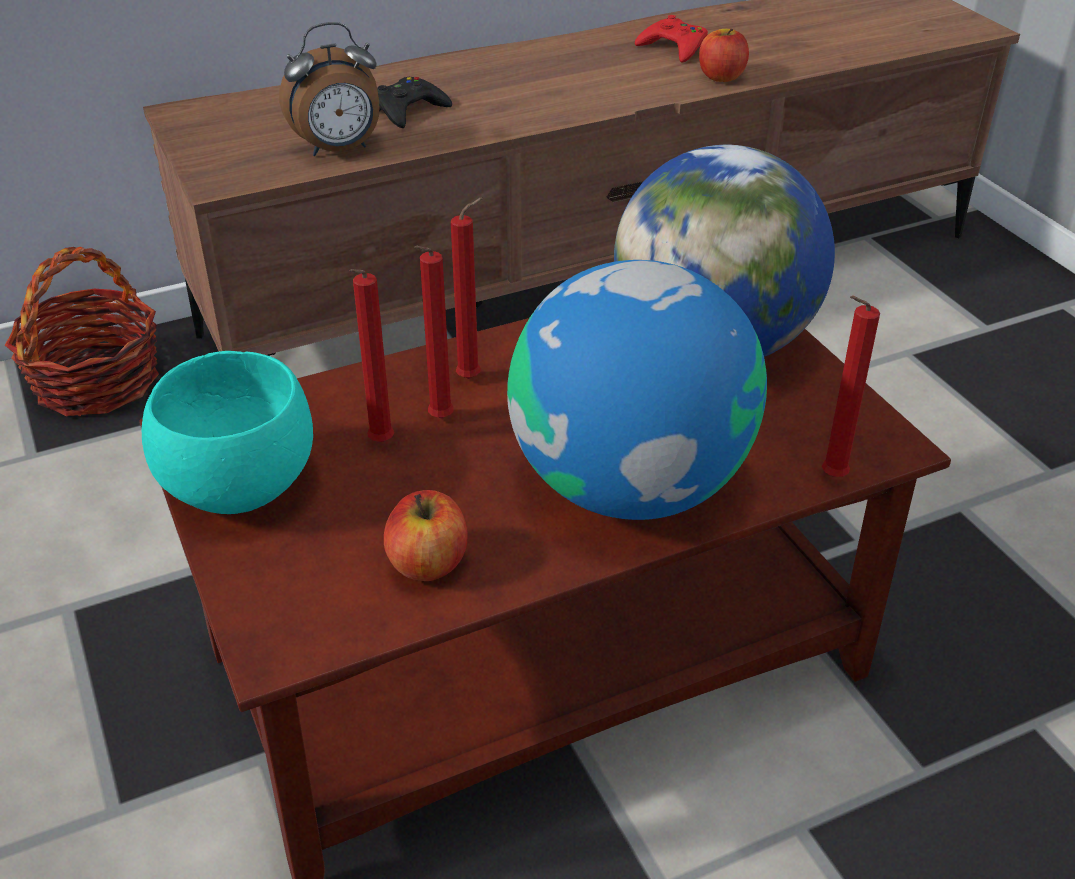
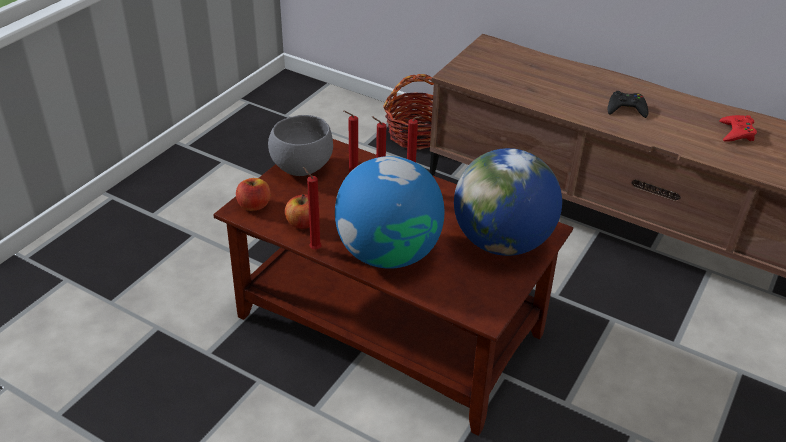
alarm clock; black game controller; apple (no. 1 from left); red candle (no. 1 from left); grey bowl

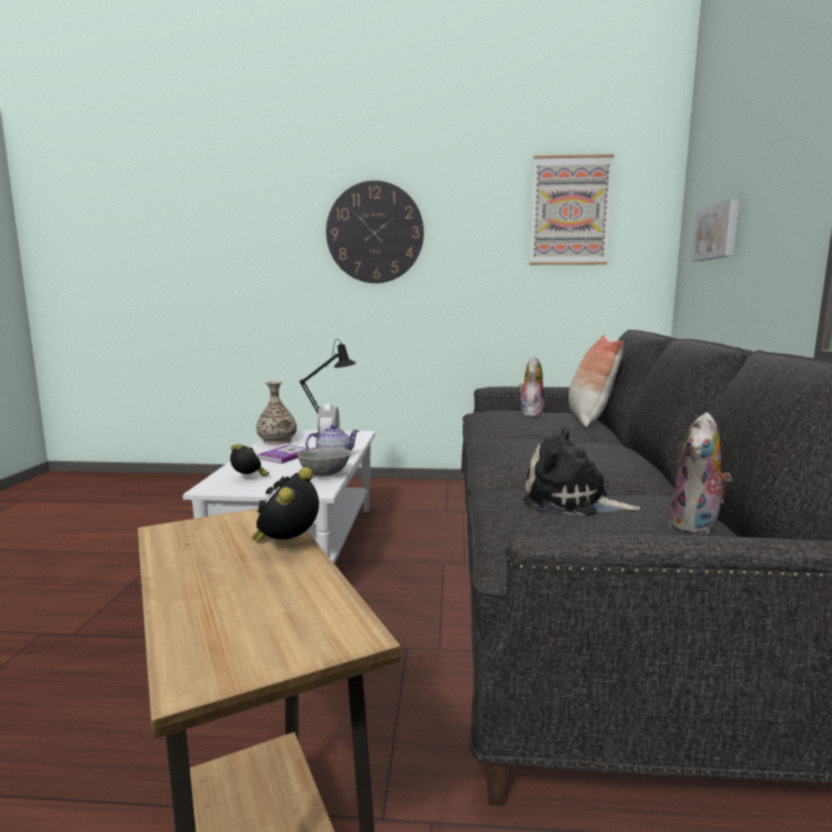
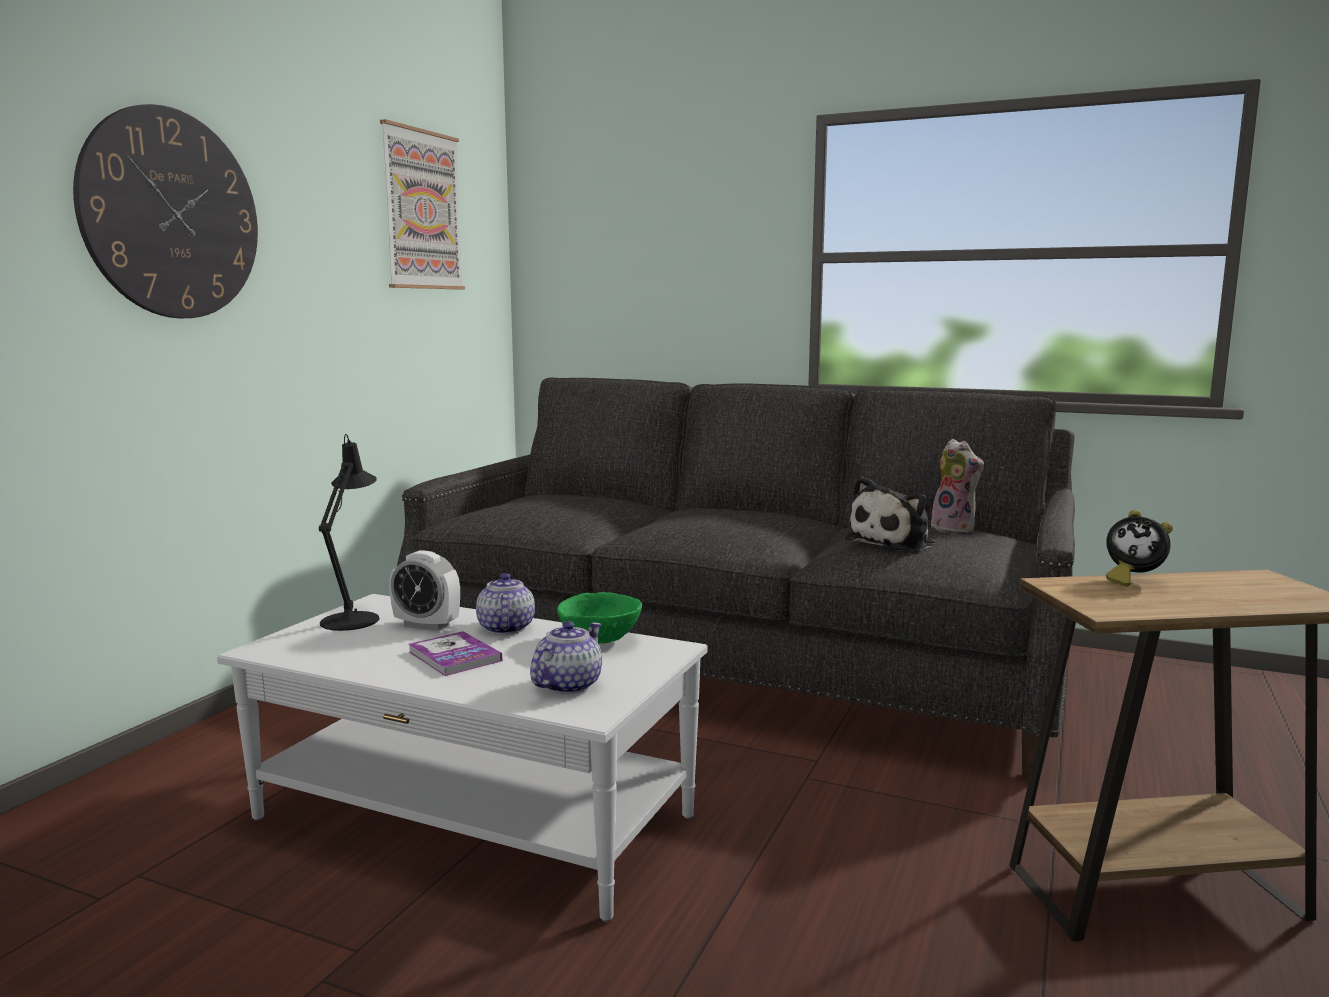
vase; plush toy (no. 1 from left in the first image); pillow; picture (no. 2 from left in the first image); teapot (no. 2 from left); green bowl

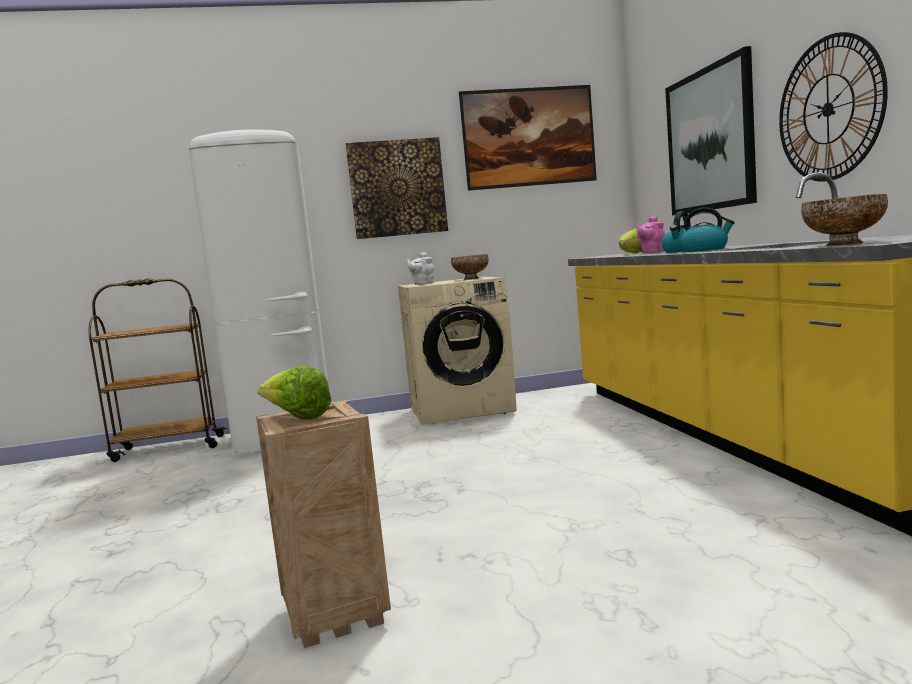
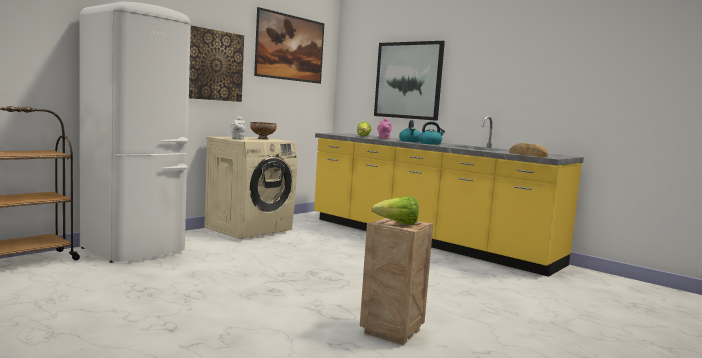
wall clock; bread

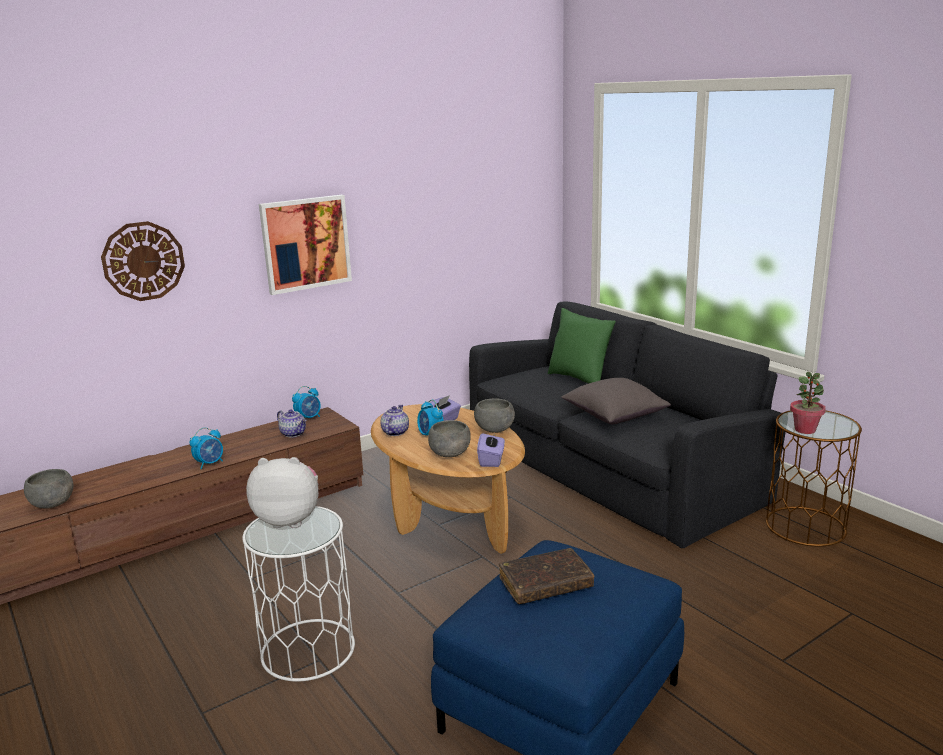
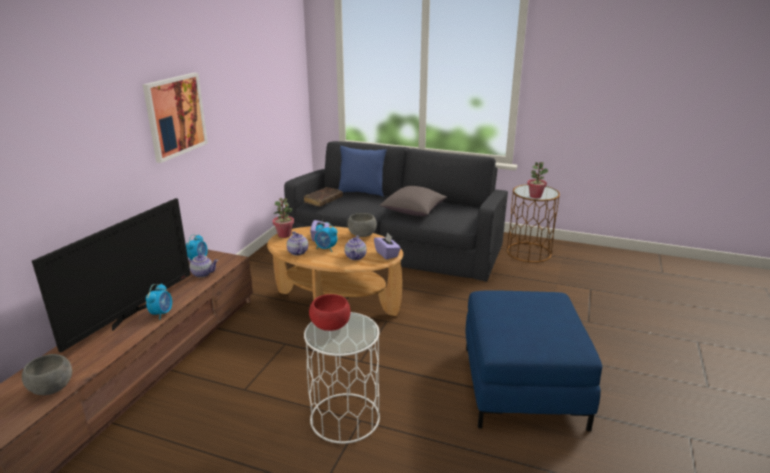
wall clock; television; potted plant (no. 1 from left); brown book; red bowl; teapot (no. 3 from left); blue pillow

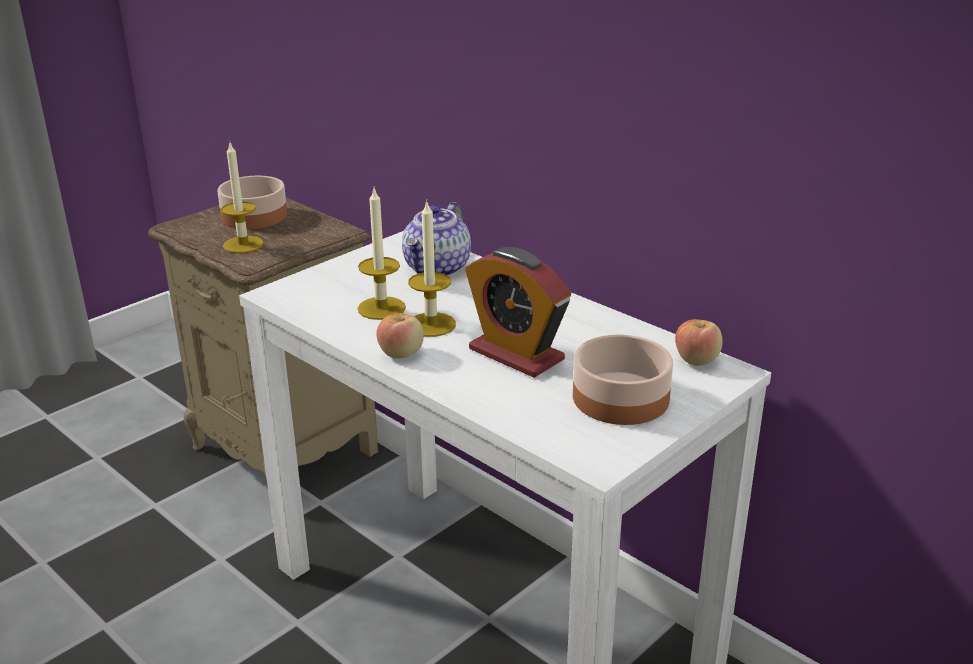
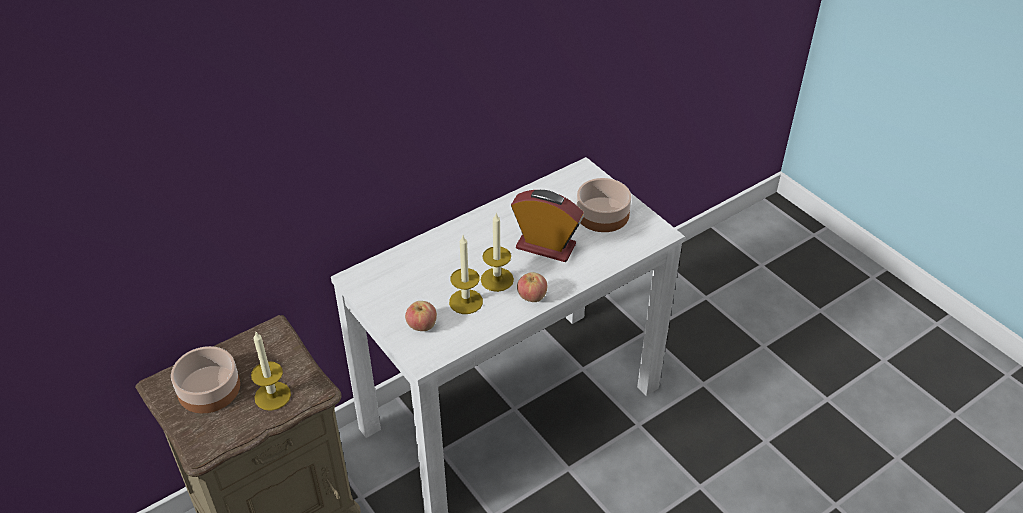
teapot; apple (no. 1 from left); alarm clock

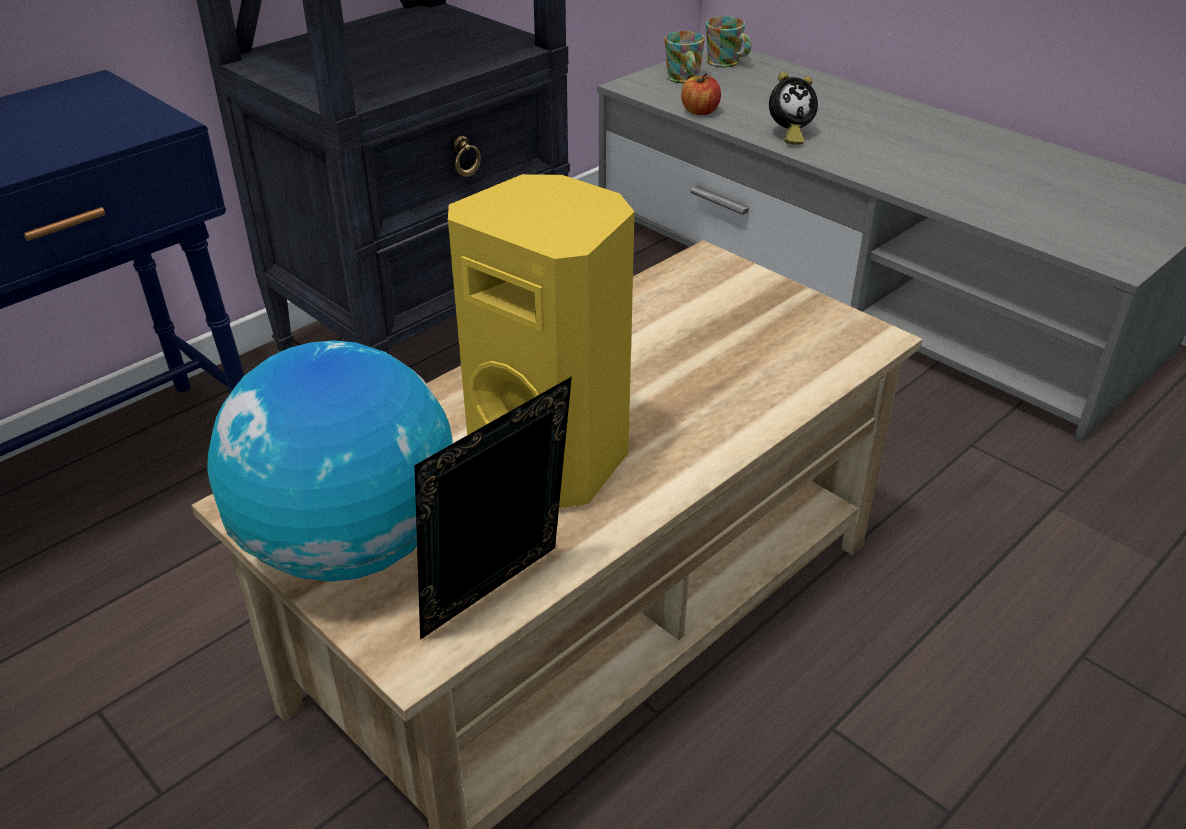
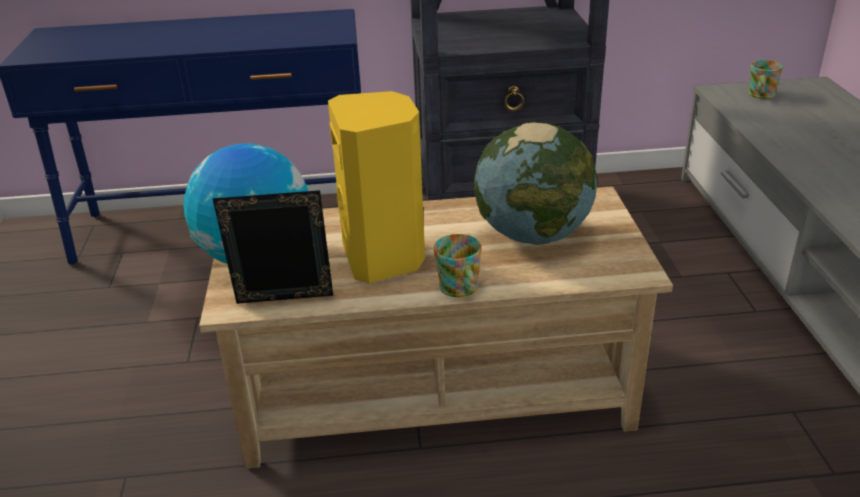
apple; alarm clock; globe (no. 2 from left); mug (no. 1 from left)

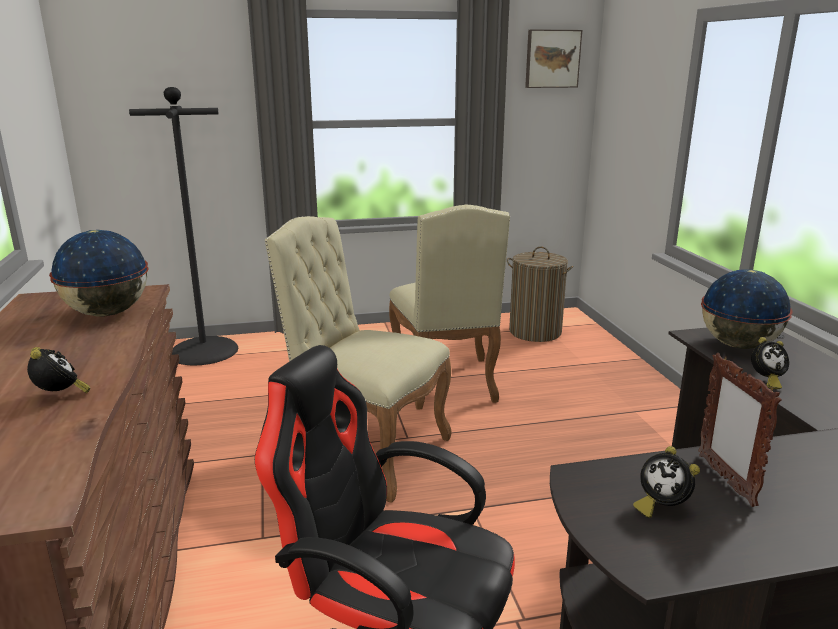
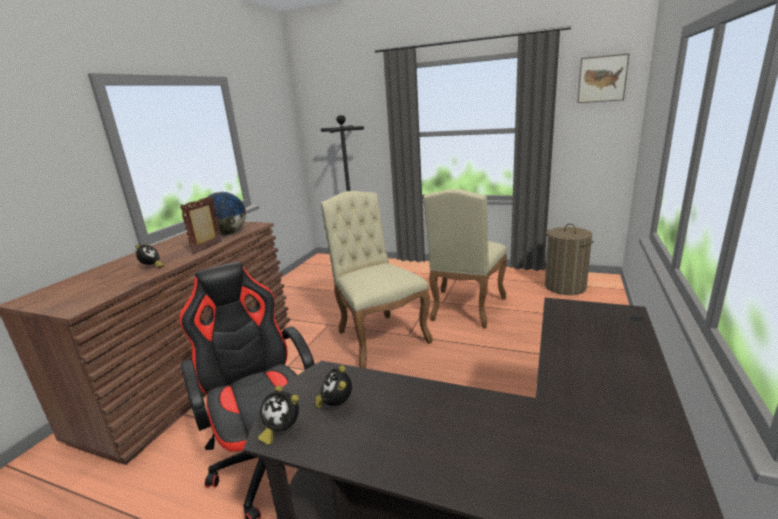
globe (no. 2 from left in the first image); picture frame; alarm clock (no. 2 from left)

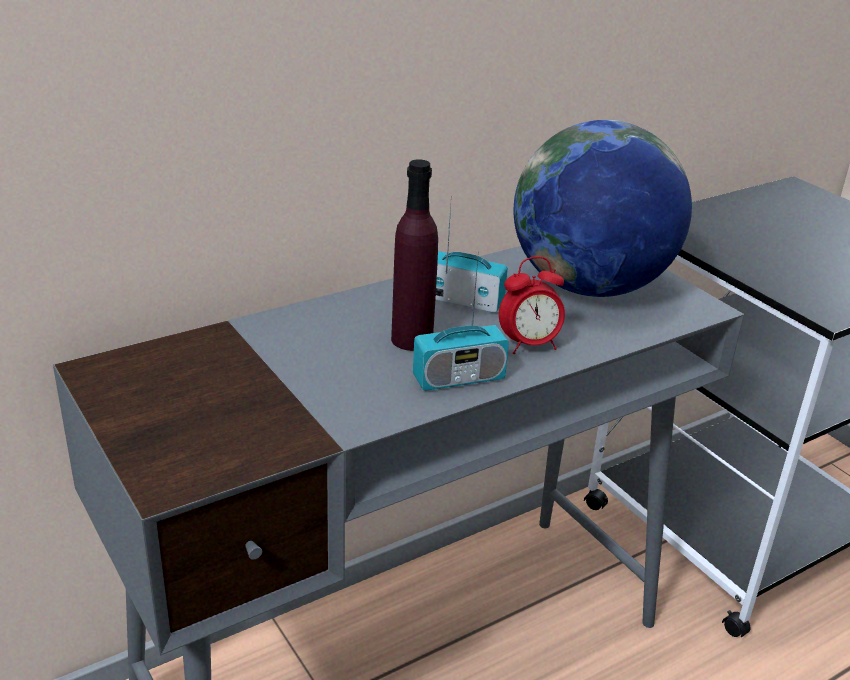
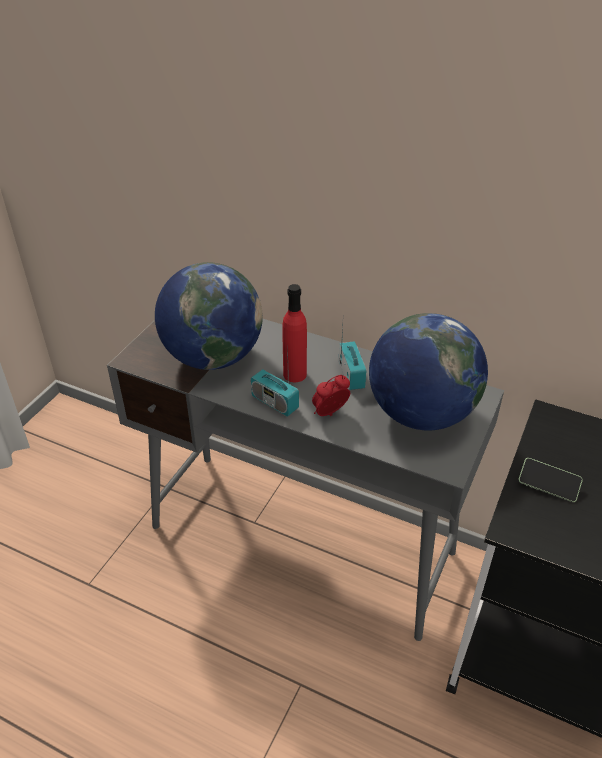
globe (no. 1 from left); phone; red bottle; alarm clock

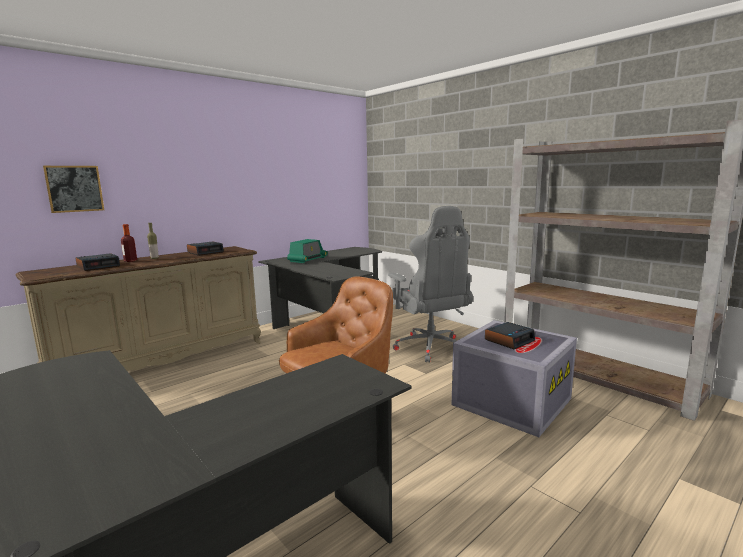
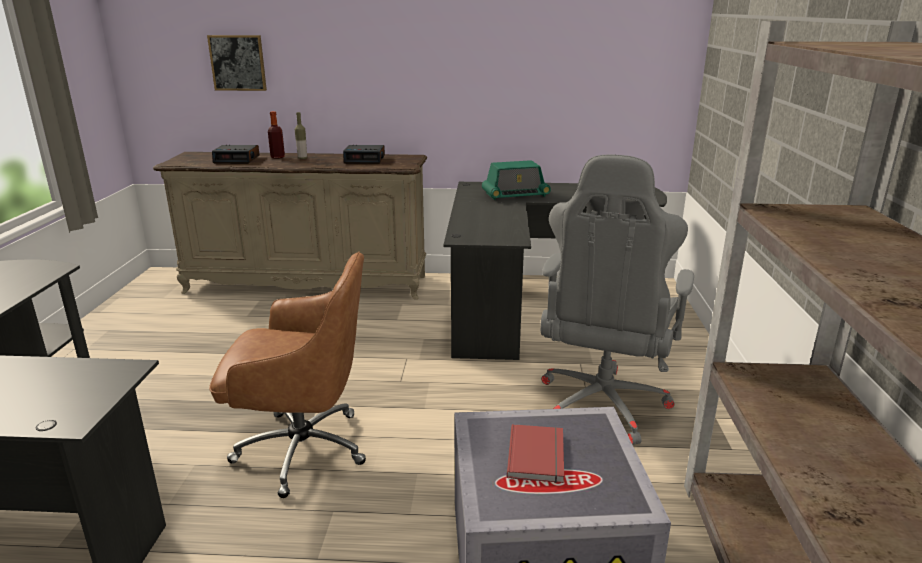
red book

